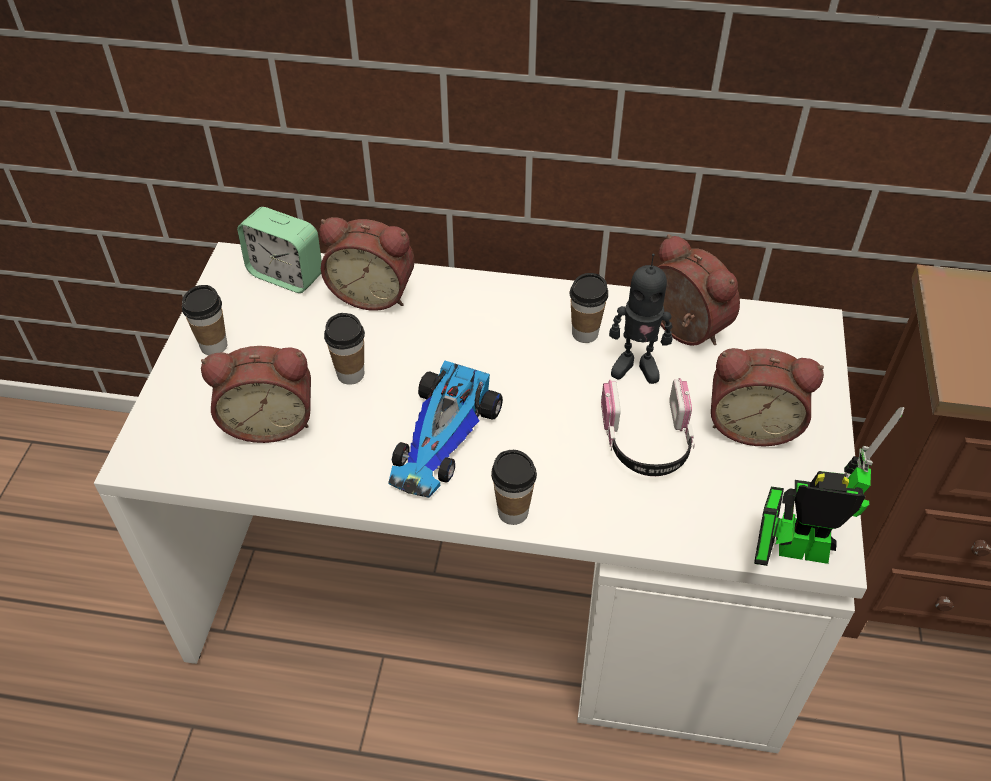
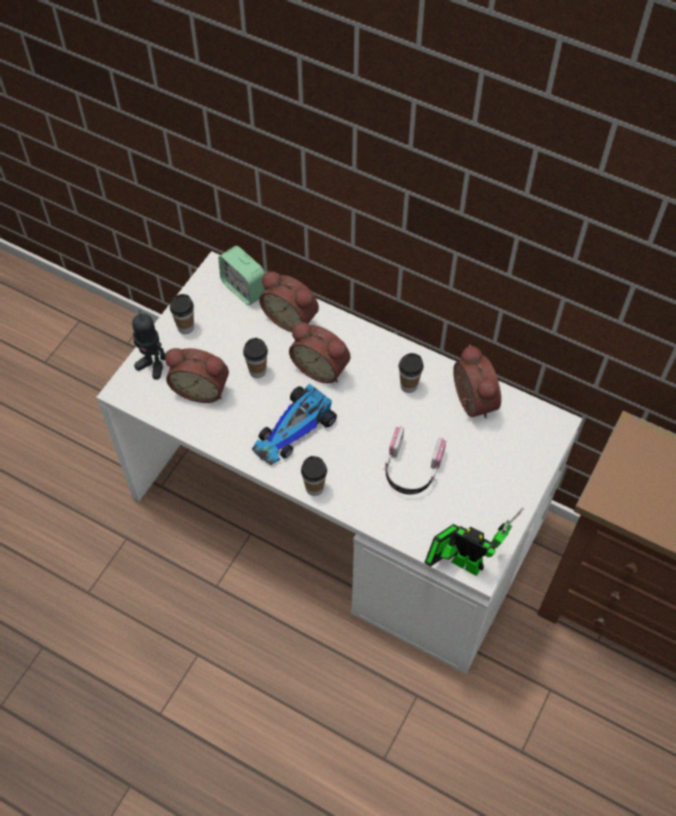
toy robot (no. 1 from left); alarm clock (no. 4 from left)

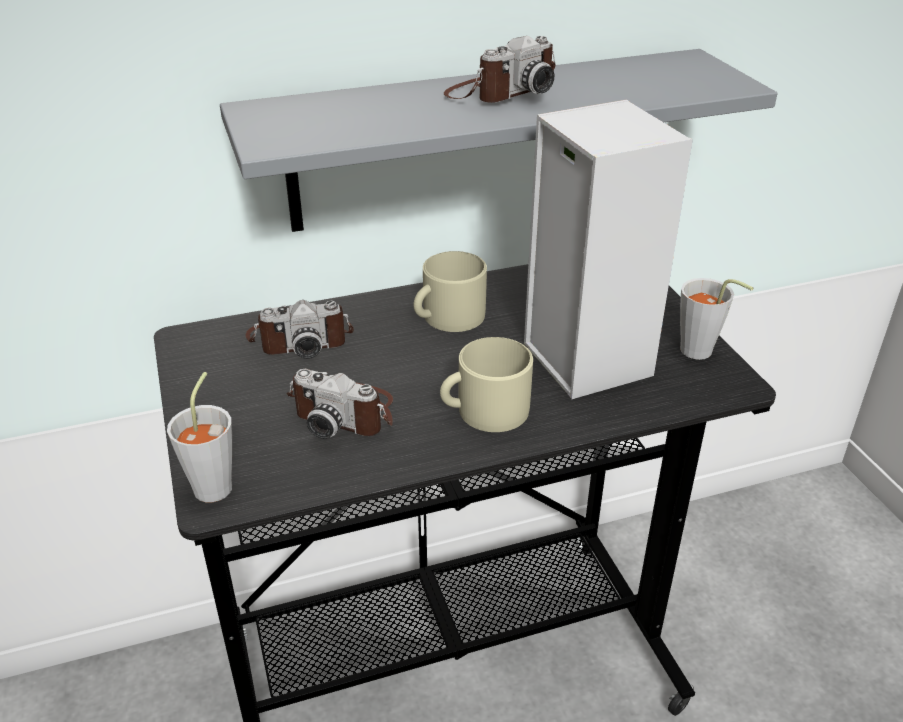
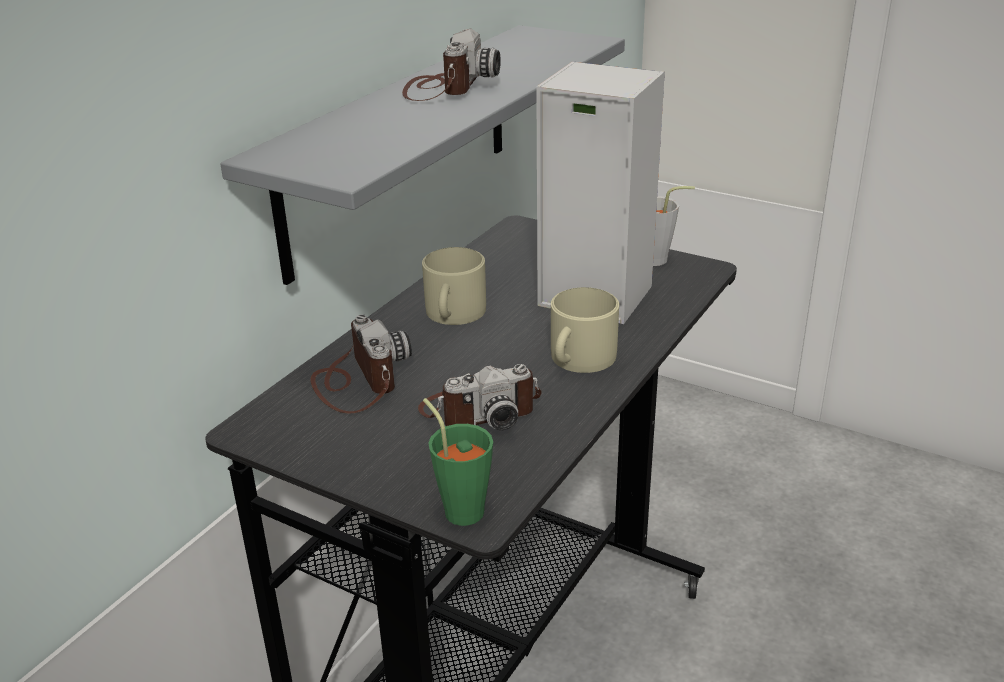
green cup; photo camera (no. 1 from left)

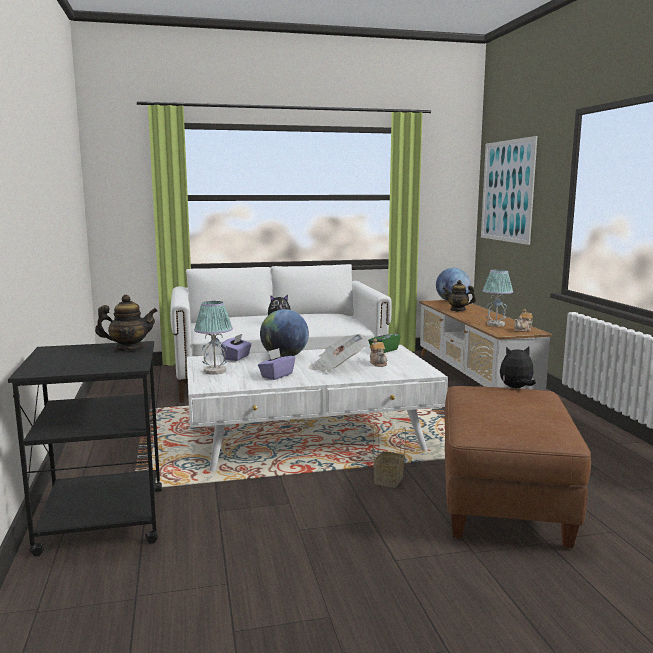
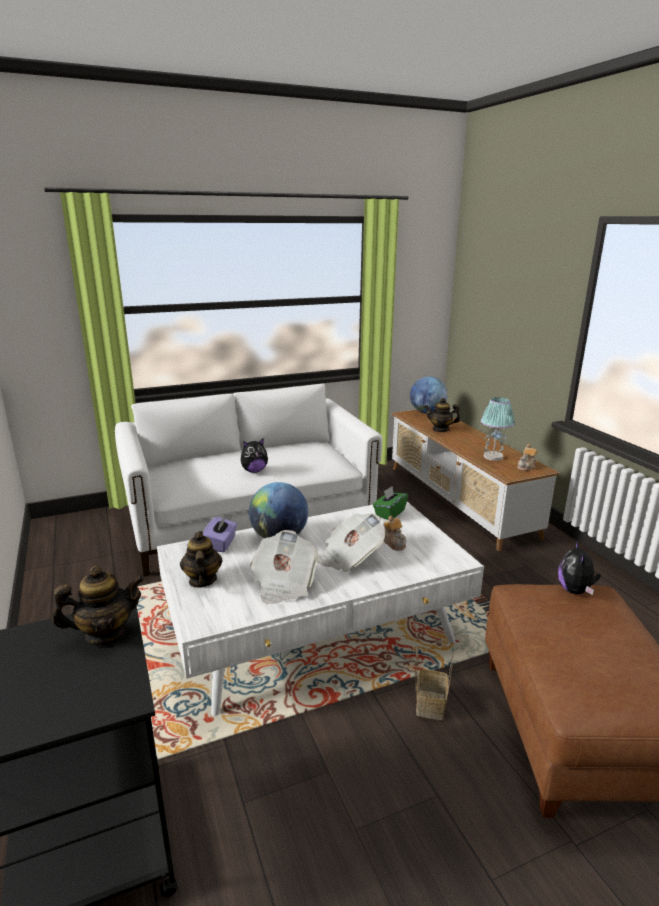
picture; teapot (no. 2 from left); newspaper (no. 1 from left); plush toy (no. 2 from left)

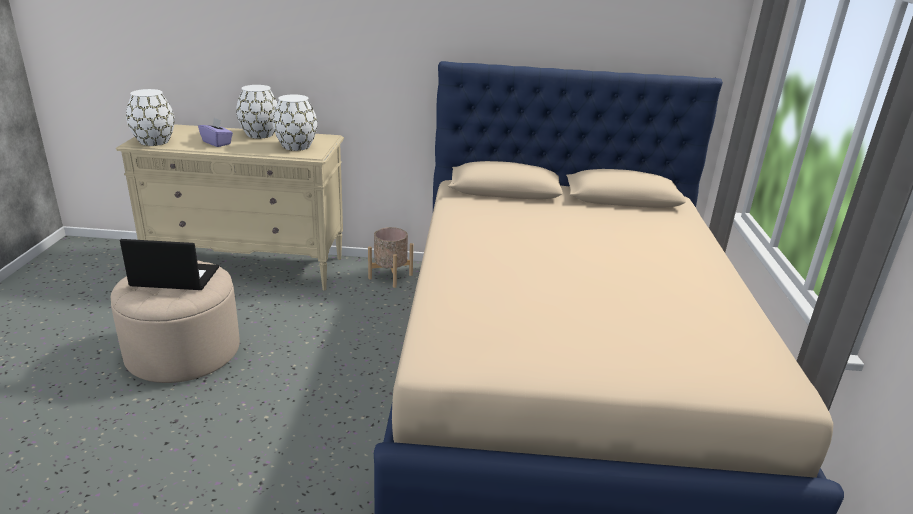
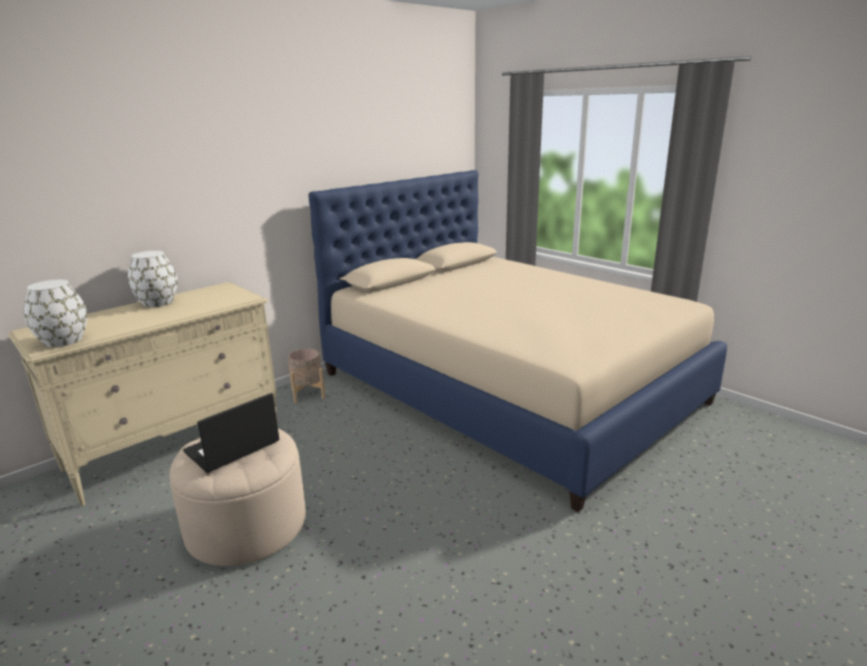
purple tissue box; white vase (no. 3 from left in the first image)

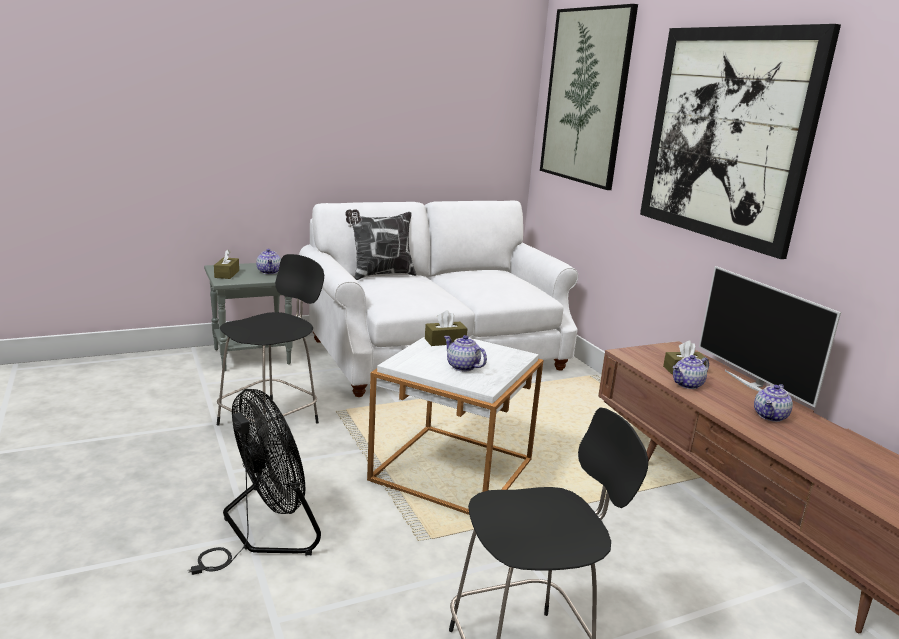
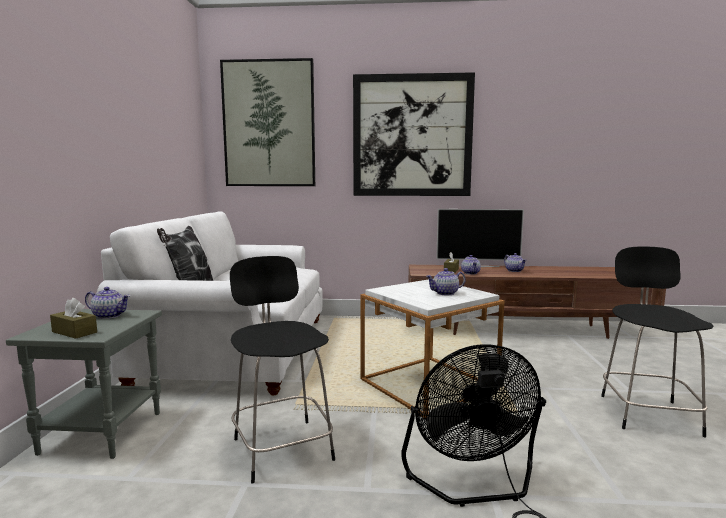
brown tissue box (no. 2 from left in the first image)

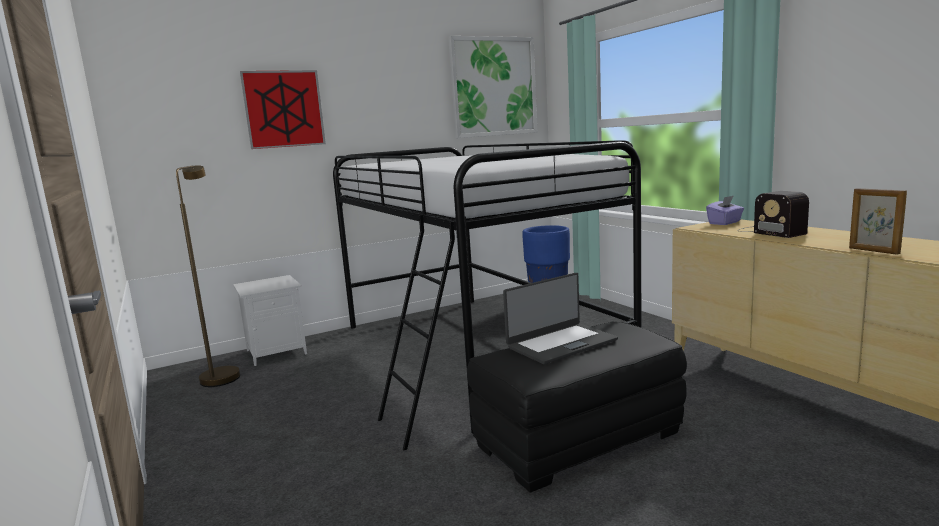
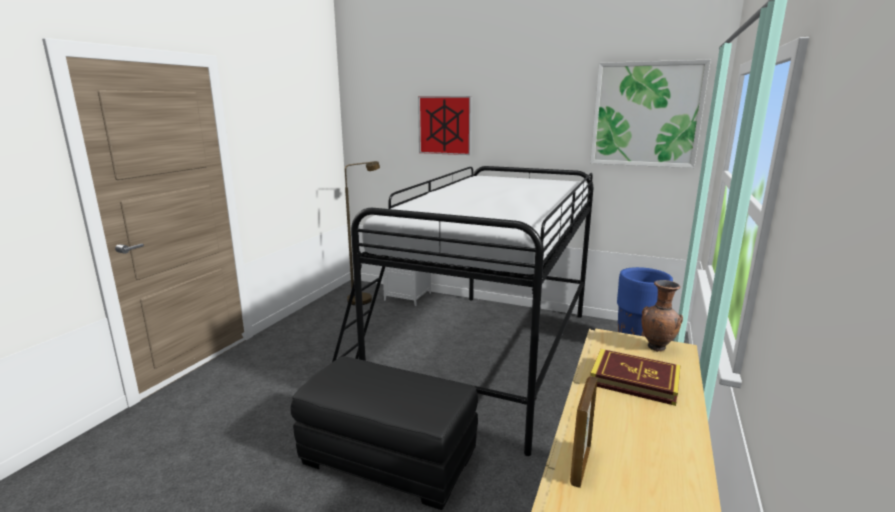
laptop; brown vase; book

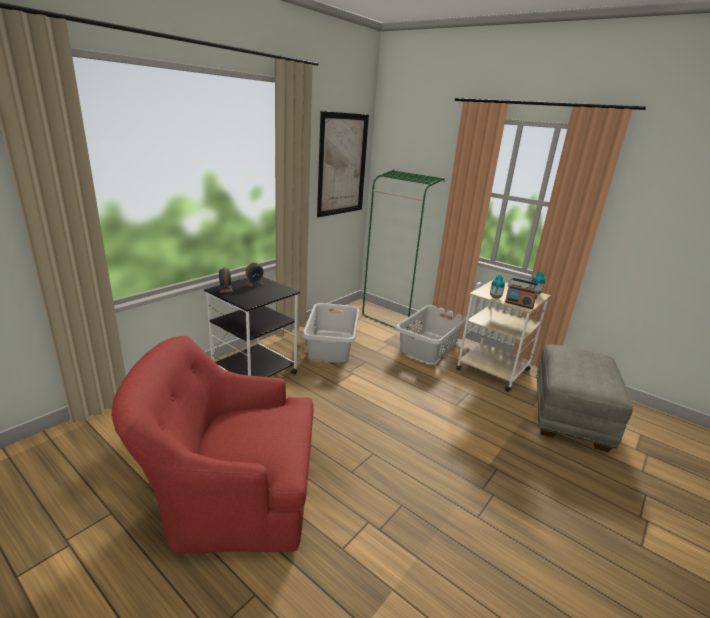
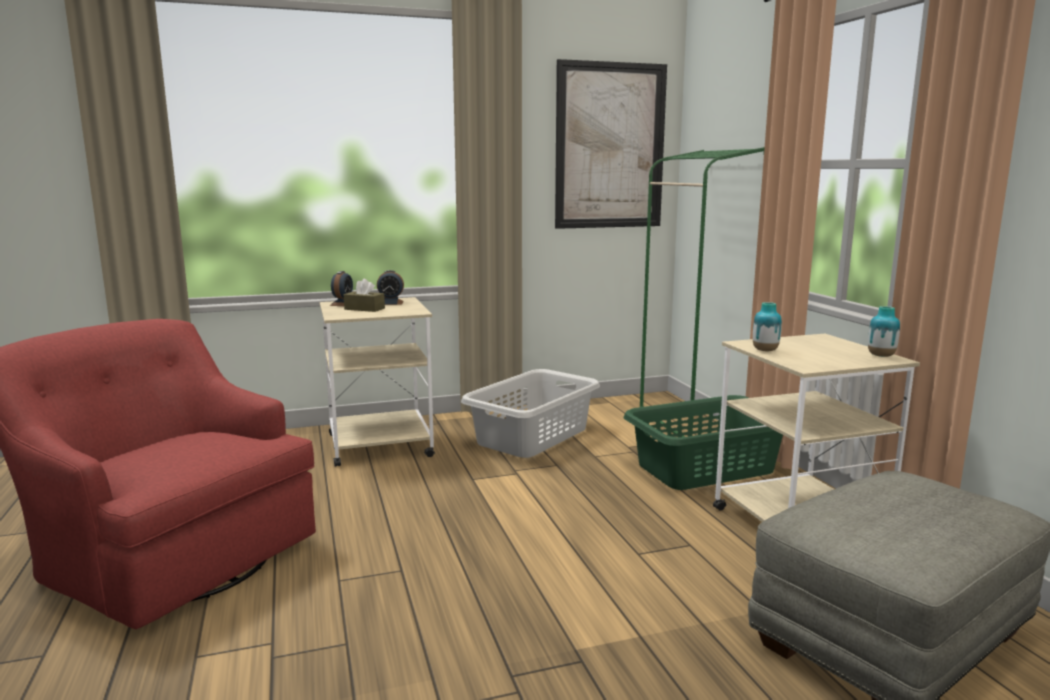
radio; brown tissue box; beige cart (no. 1 from left); green laundry basket

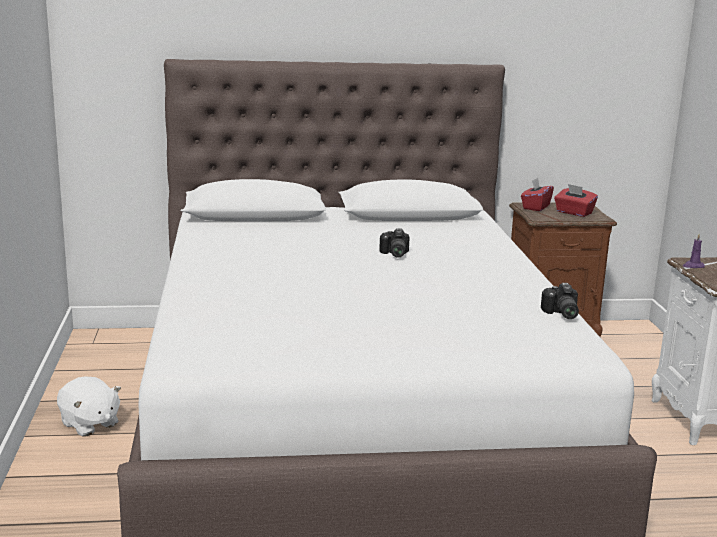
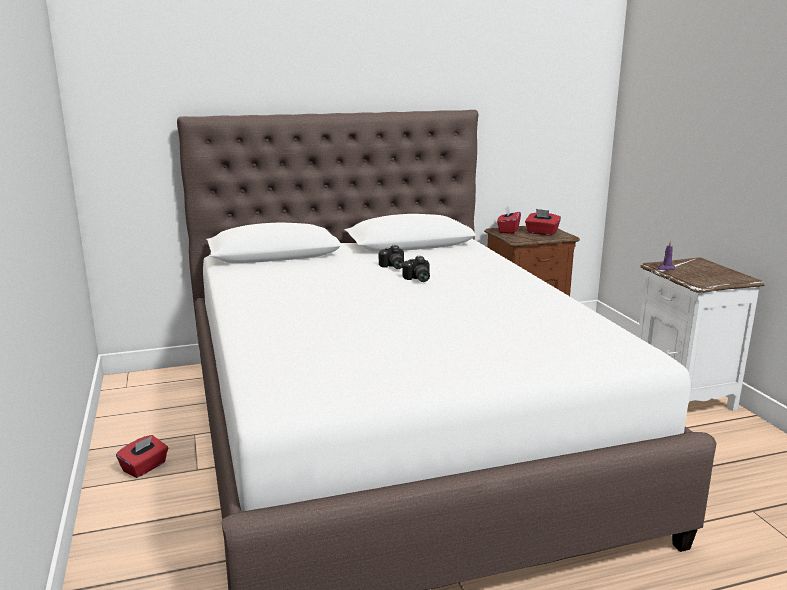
photo camera (no. 1 from left); red tissue box (no. 1 from left)

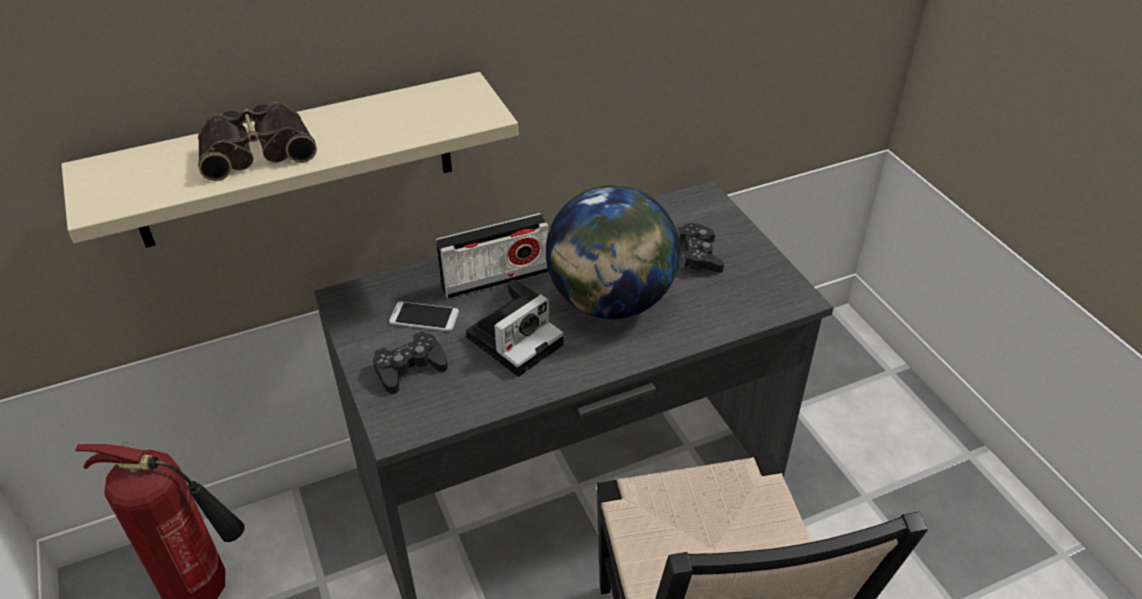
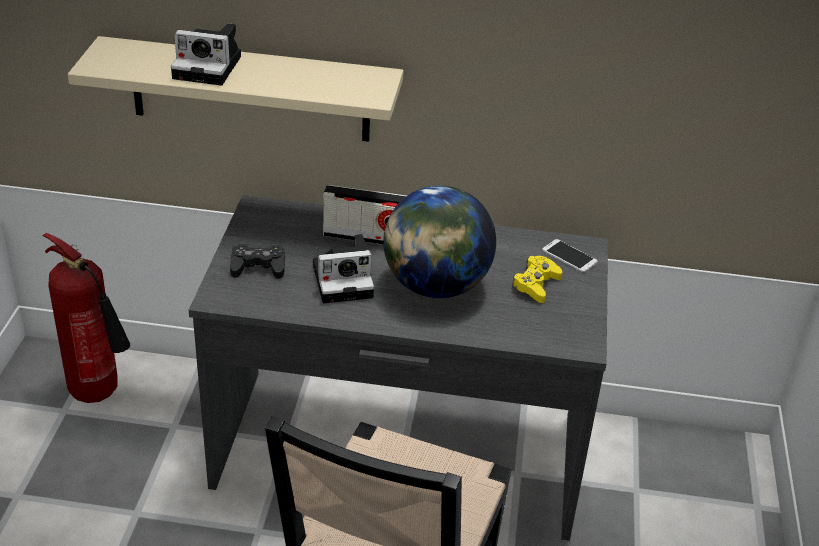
phone; photo camera (no. 1 from left); yellow game controller

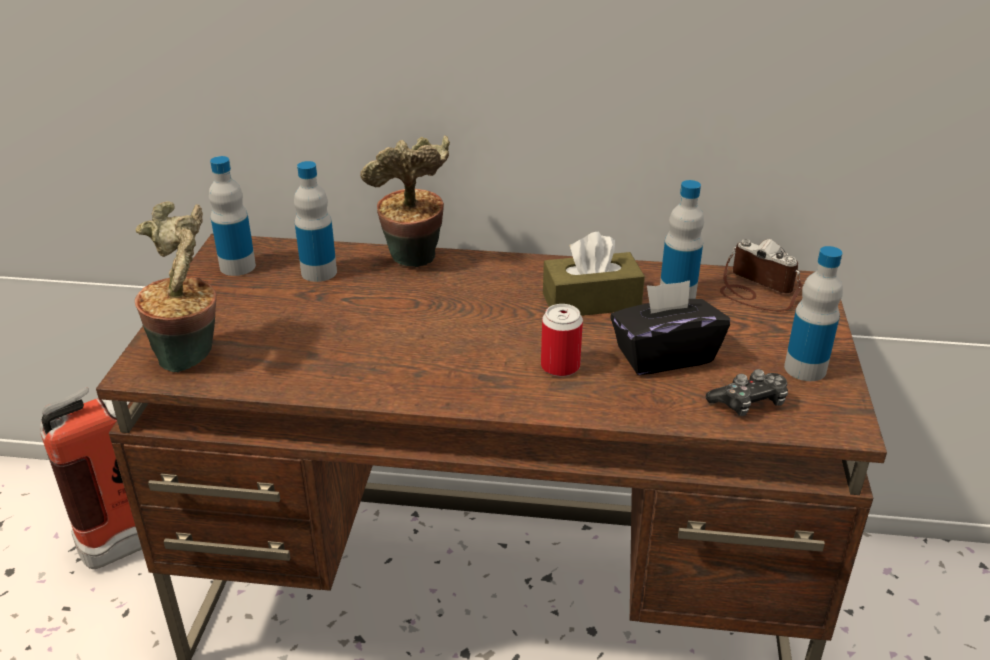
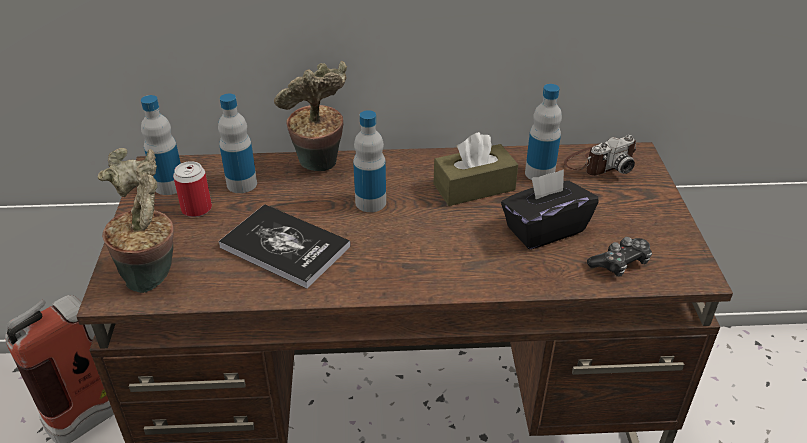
book; can; bottle (no. 3 from left); photo camera

